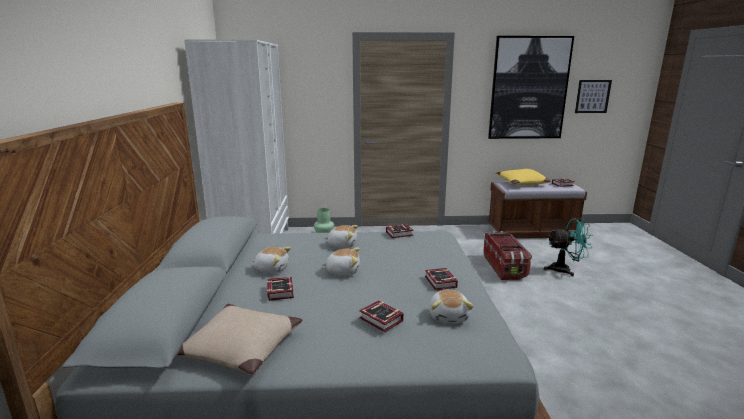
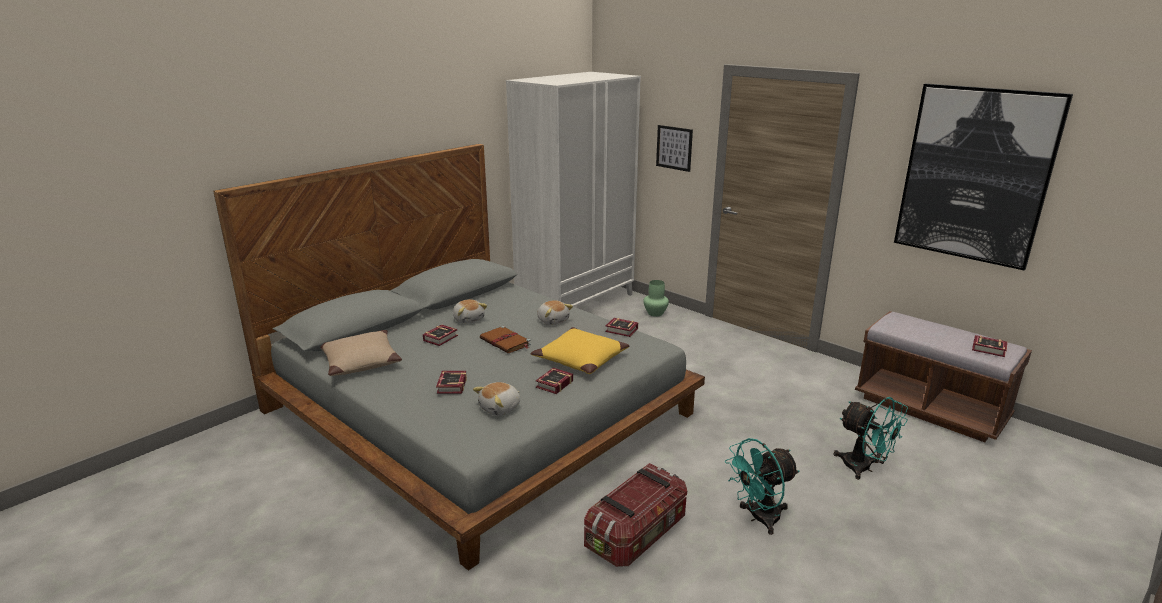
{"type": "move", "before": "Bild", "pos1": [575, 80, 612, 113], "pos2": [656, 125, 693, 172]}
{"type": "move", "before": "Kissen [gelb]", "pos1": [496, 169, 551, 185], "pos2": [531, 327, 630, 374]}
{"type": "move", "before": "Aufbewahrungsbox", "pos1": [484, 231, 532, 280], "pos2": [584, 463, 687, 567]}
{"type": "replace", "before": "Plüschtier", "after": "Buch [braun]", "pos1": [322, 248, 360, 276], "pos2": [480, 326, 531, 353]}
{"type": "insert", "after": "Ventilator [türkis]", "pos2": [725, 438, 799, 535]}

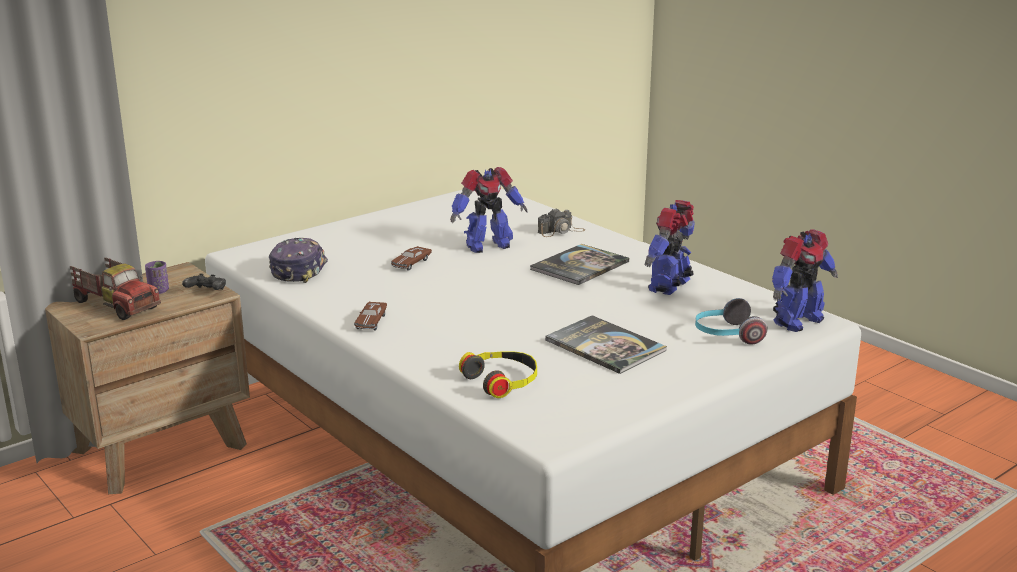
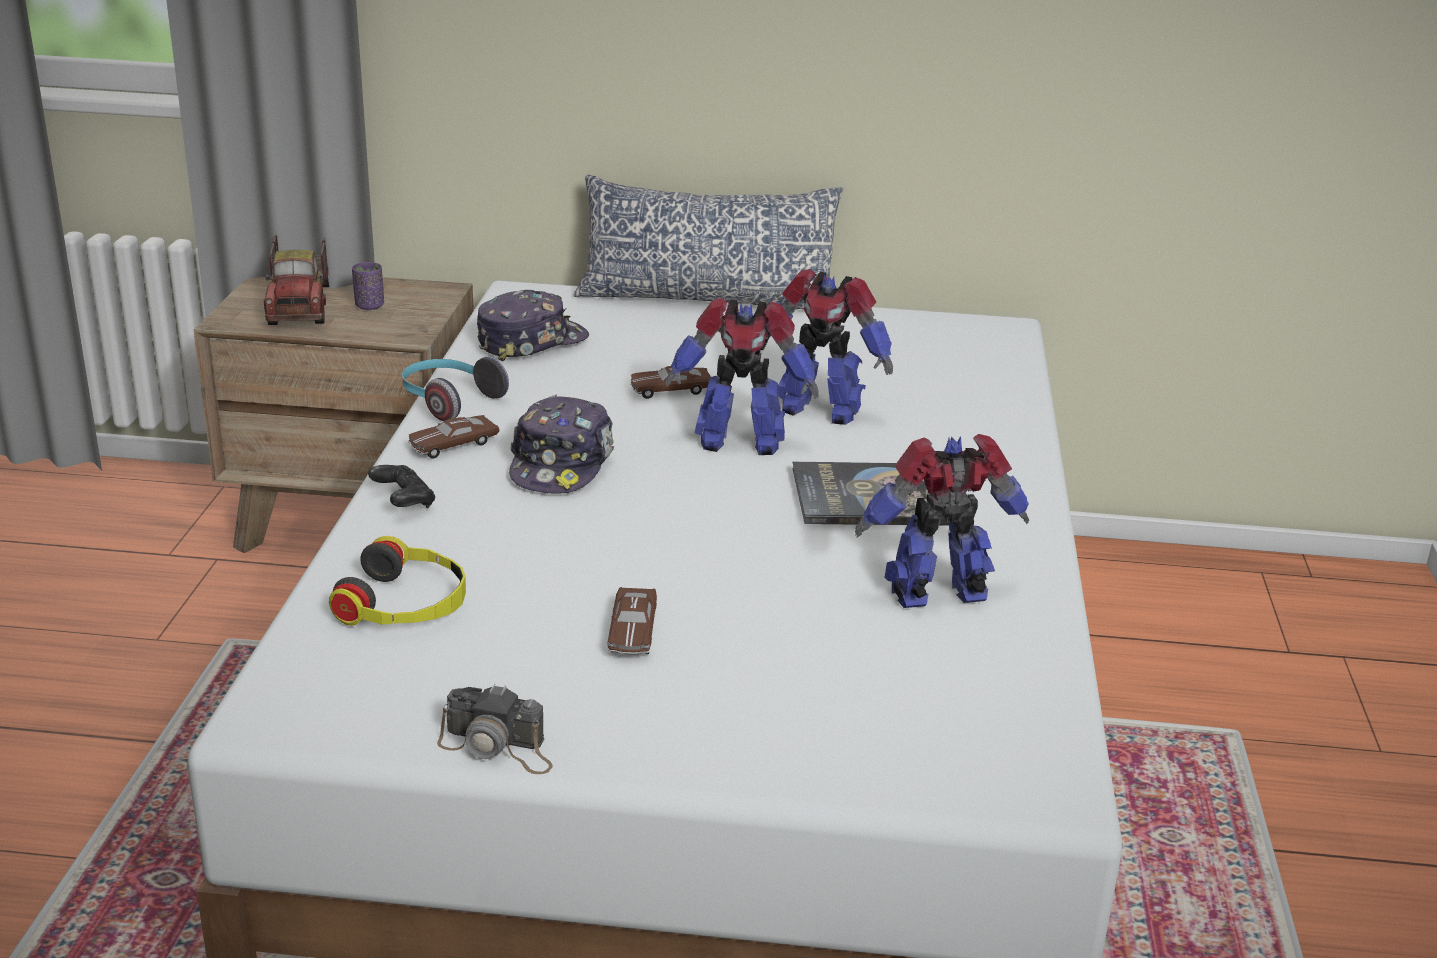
{"type": "move", "before": "Kamera", "pos1": [538, 208, 585, 237], "pos2": [437, 684, 553, 774]}
{"type": "move", "before": "Spielzeugroboter", "pos1": [772, 230, 838, 332], "pos2": [665, 298, 819, 455]}
{"type": "move", "before": "Gamepad [schwarz]", "pos1": [182, 273, 226, 290], "pos2": [368, 465, 435, 508]}
{"type": "move", "before": "Kopfhörer", "pos1": [695, 298, 768, 345], "pos2": [402, 357, 509, 421]}
{"type": "replace", "before": "Buch", "after": "Spielzeugauto [braun]", "pos1": [545, 315, 667, 374], "pos2": [608, 587, 657, 654]}
{"type": "insert", "after": "Kissen", "pos2": [574, 175, 843, 309]}
{"type": "insert", "after": "Kappe", "pos2": [509, 394, 614, 494]}

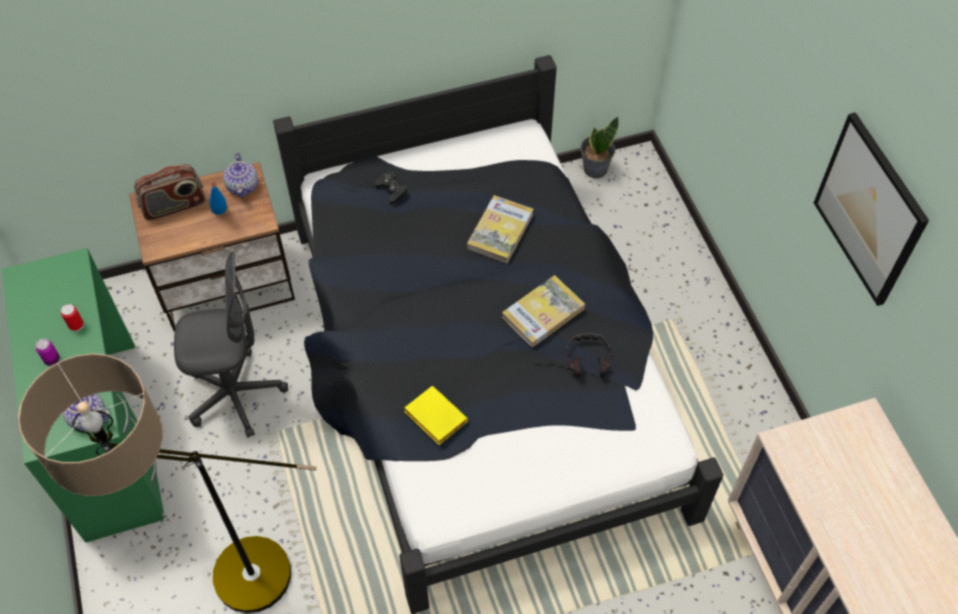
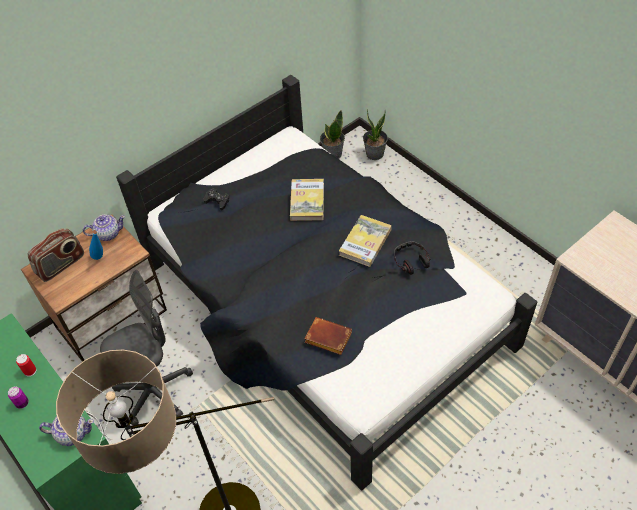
{"type": "delete", "before": "Bild", "pos1": [814, 112, 929, 306]}
{"type": "rotate", "before": "Teekanne", "pos1": [223, 153, 258, 198], "pos2": [83, 215, 125, 241], "turn": -75}
{"type": "recolor", "before": "Buch [gelb]", "after": "Buch [braun]", "pos1": [404, 386, 468, 445], "pos2": [304, 317, 352, 355]}
{"type": "insert", "after": "Topfpflanze", "pos2": [363, 109, 388, 160]}

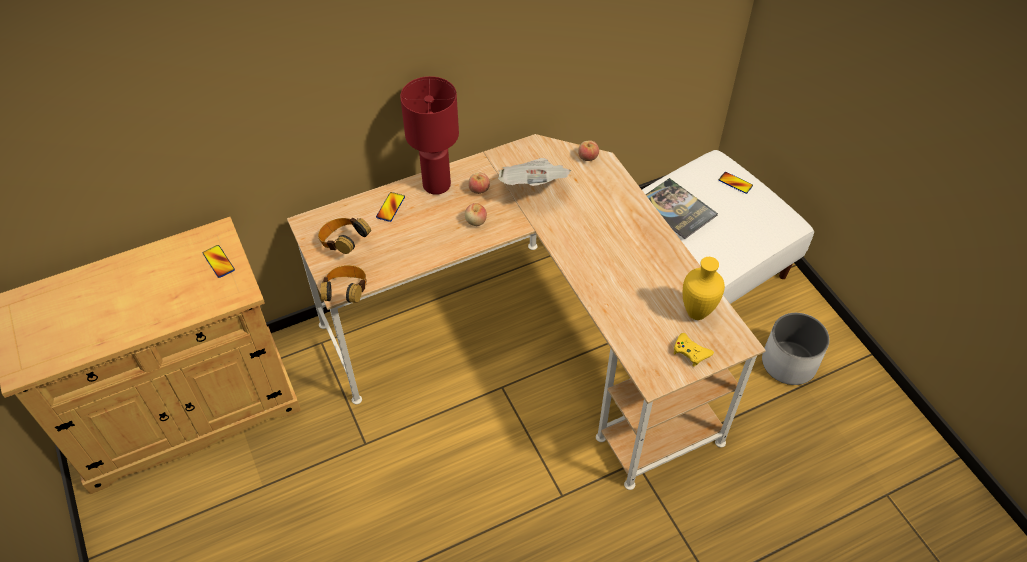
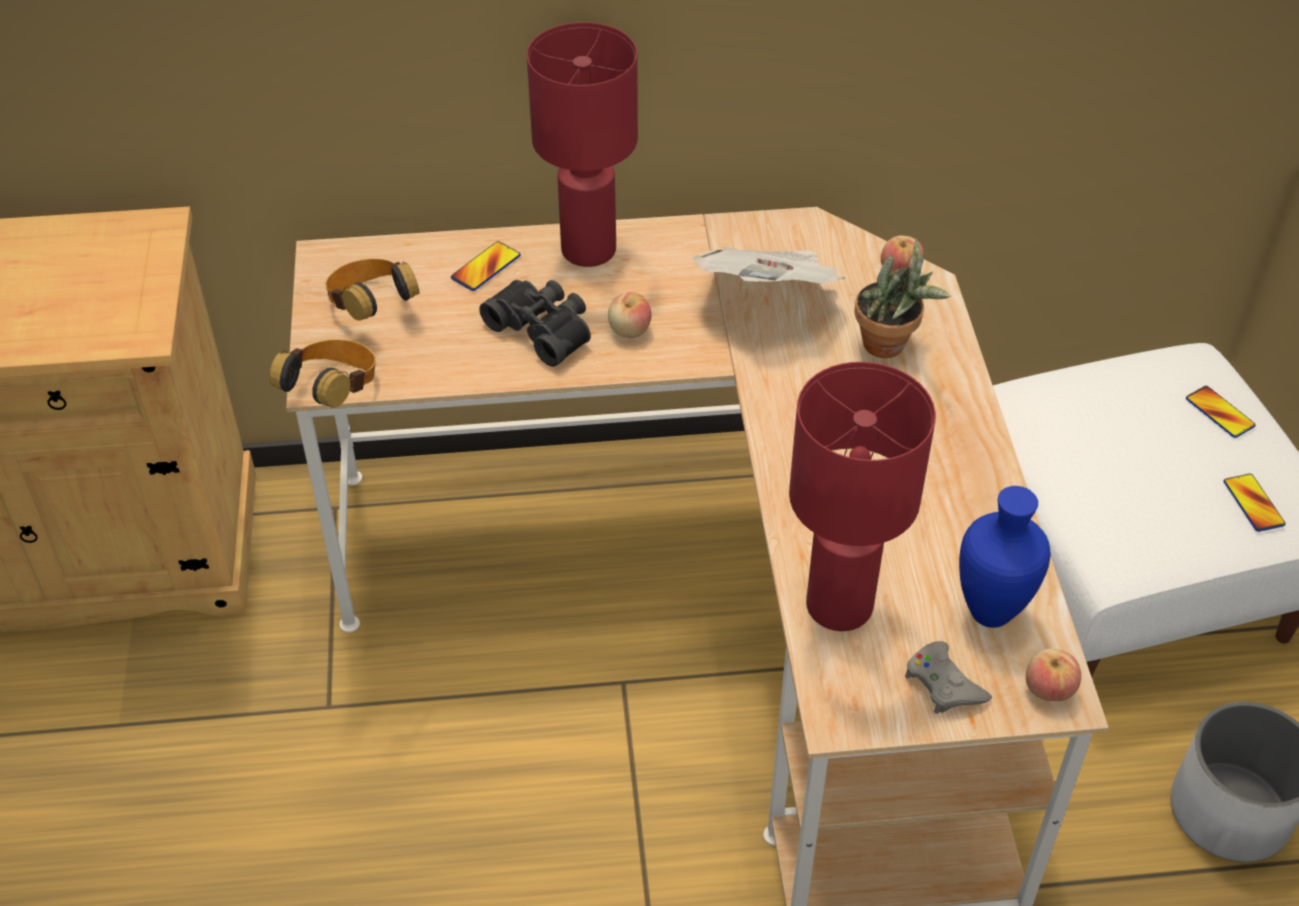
{"type": "move", "before": "Apfel", "pos1": [468, 173, 490, 194], "pos2": [1026, 649, 1081, 701]}
{"type": "delete", "before": "Buch", "pos1": [645, 178, 718, 239]}
{"type": "move", "before": "Handy", "pos1": [203, 245, 235, 278], "pos2": [1223, 474, 1286, 532]}
{"type": "recolor", "before": "Vase [gelb]", "after": "Vase [blau]", "pos1": [683, 257, 725, 320], "pos2": [959, 486, 1051, 628]}
{"type": "recolor", "before": "Gamepad [gelb]", "after": "Gamepad [grau]", "pos1": [674, 333, 714, 367], "pos2": [905, 641, 992, 714]}
{"type": "insert", "after": "Topfpflanze", "pos2": [855, 238, 950, 358]}
{"type": "insert", "after": "Fernglas [schwarz]", "pos2": [479, 280, 591, 367]}
{"type": "insert", "after": "Tischlampe [rot]", "pos2": [789, 362, 936, 631]}

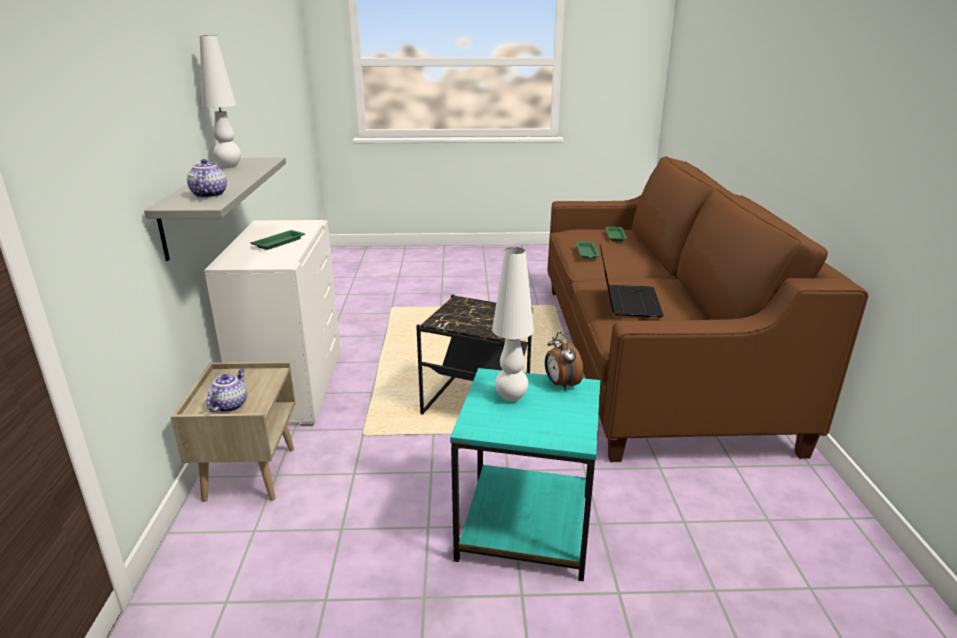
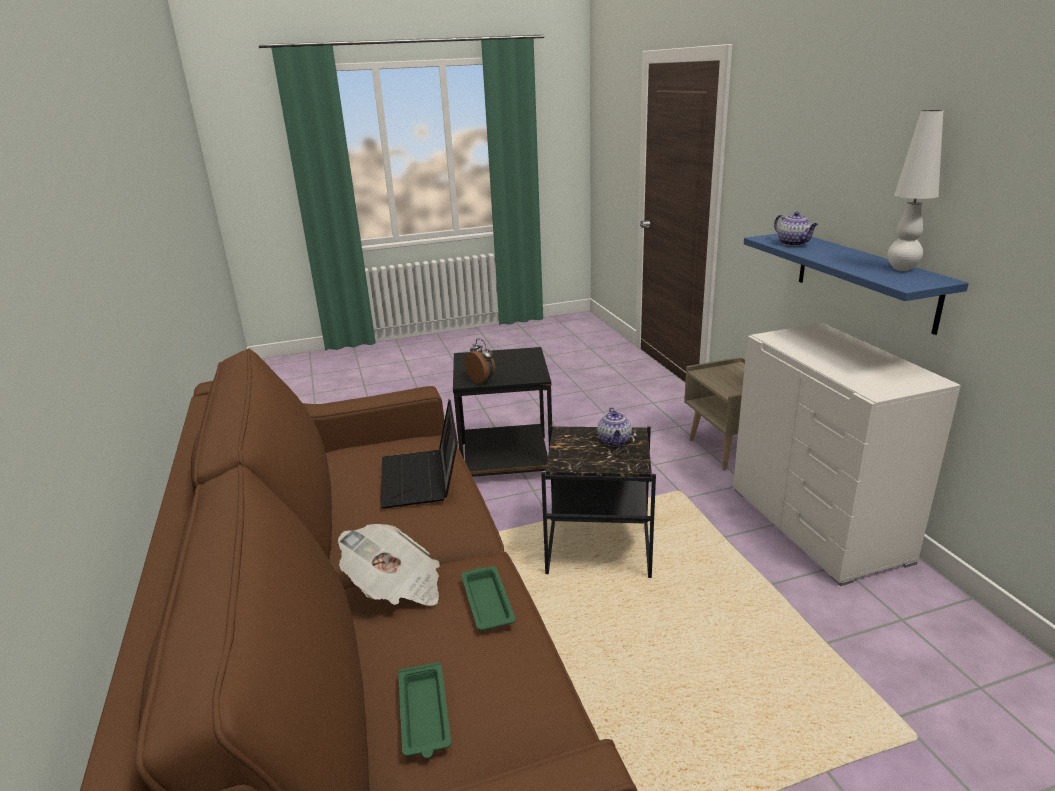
{"type": "recolor", "before": "Wandregal [grau]", "after": "Wandregal [blau]", "pos1": [144, 157, 286, 261], "pos2": [744, 234, 969, 335]}
{"type": "delete", "before": "Tablett [grün]", "pos1": [250, 230, 305, 250]}
{"type": "delete", "before": "Tischlampe [weiß]", "pos1": [492, 247, 534, 402]}
{"type": "recolor", "before": "Beistelltisch [türkis]", "after": "Beistelltisch [schwarz]", "pos1": [450, 368, 600, 581], "pos2": [453, 347, 552, 477]}
{"type": "move", "before": "Teekanne", "pos1": [206, 369, 247, 412], "pos2": [597, 407, 632, 447]}
{"type": "insert", "after": "Zeitung", "pos2": [338, 524, 440, 606]}

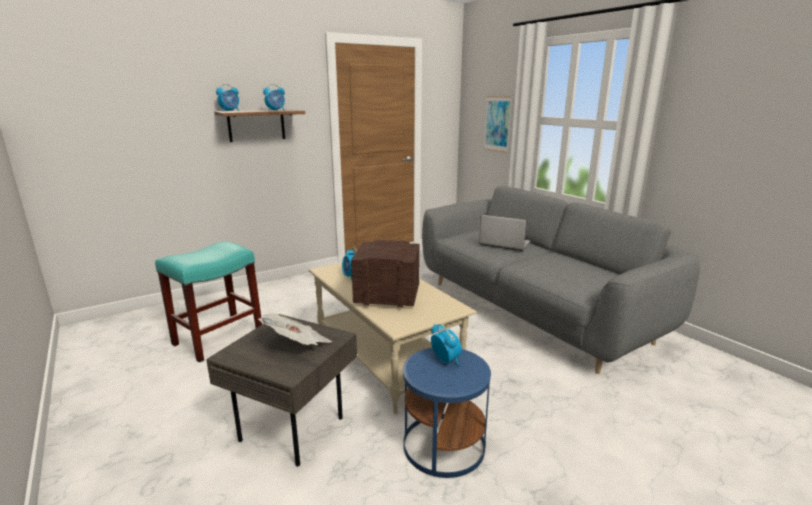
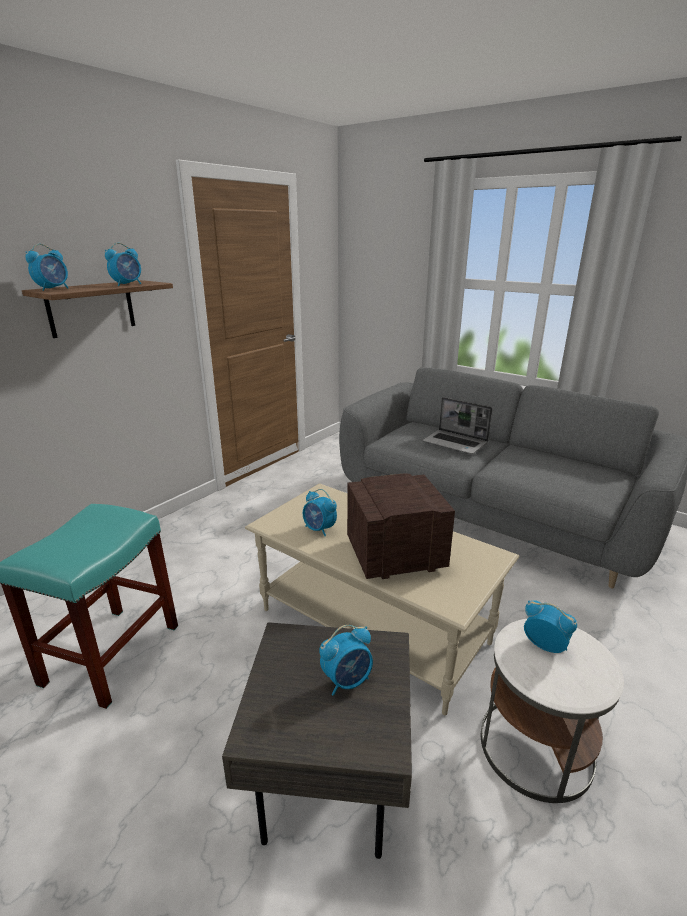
{"type": "delete", "before": "Bild", "pos1": [483, 96, 512, 153]}
{"type": "rotate", "before": "Laptop", "pos1": [479, 214, 530, 251], "pos2": [422, 397, 492, 454], "turn": -150}
{"type": "replace", "before": "Zeitung", "after": "Wecker", "pos1": [258, 314, 332, 345], "pos2": [319, 625, 373, 696]}
{"type": "recolor", "before": "Beistelltisch [blau]", "after": "Beistelltisch [weiß]", "pos1": [403, 347, 491, 478], "pos2": [481, 618, 624, 803]}

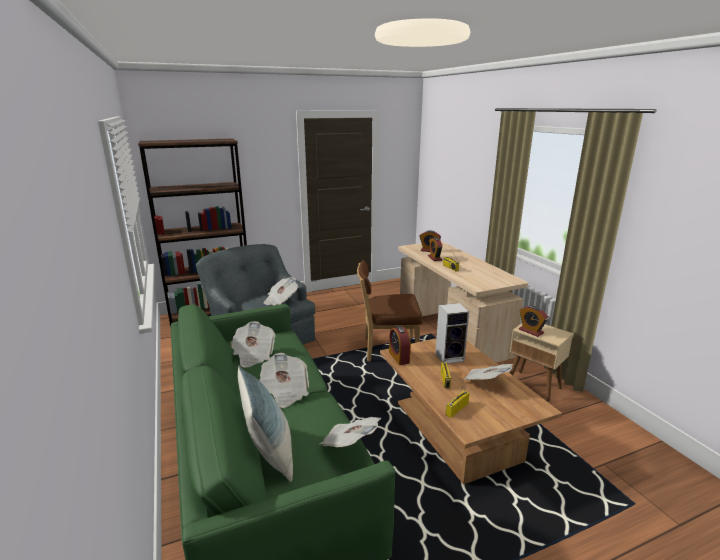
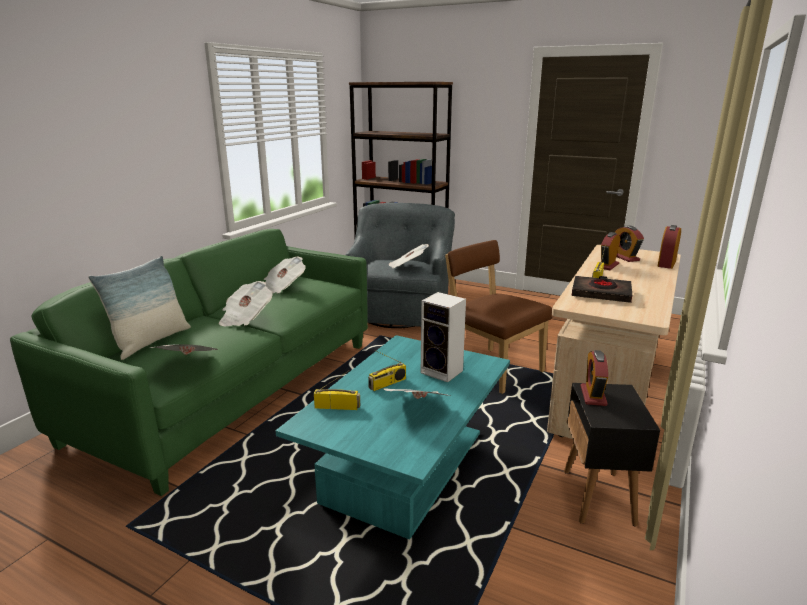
{"type": "recolor", "before": "Beistelltisch [beige]", "after": "Beistelltisch [schwarz]", "pos1": [510, 323, 573, 401], "pos2": [564, 383, 660, 527]}
{"type": "move", "before": "Wecker", "pos1": [389, 326, 411, 365], "pos2": [657, 225, 681, 269]}
{"type": "recolor", "before": "Couchtisch [braun]", "after": "Couchtisch [türkis]", "pos1": [380, 338, 562, 484], "pos2": [276, 335, 510, 540]}
{"type": "insert", "after": "Buch [schwarz]", "pos2": [572, 276, 632, 303]}

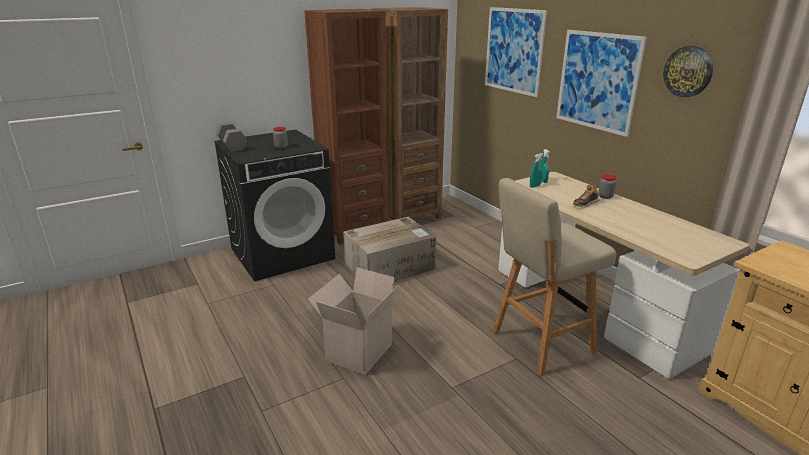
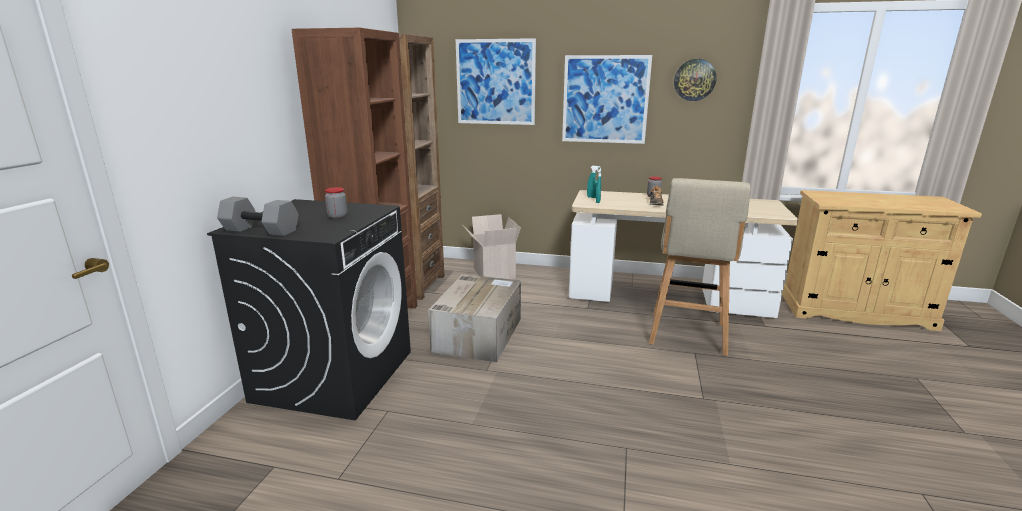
{"type": "move", "before": "Karton", "pos1": [308, 267, 398, 375], "pos2": [462, 214, 521, 279]}

